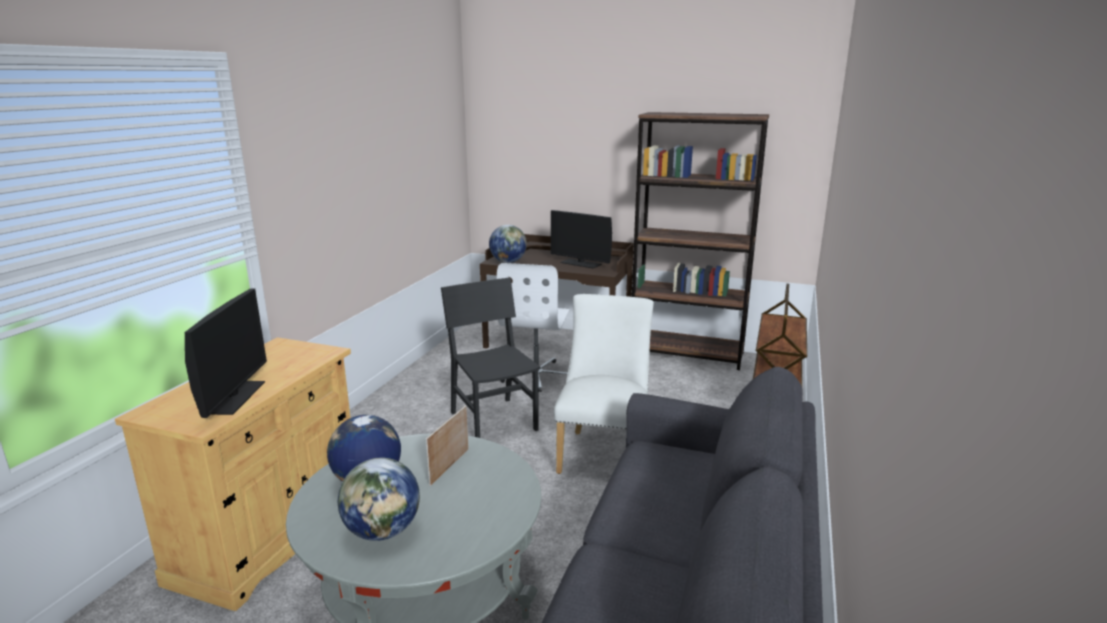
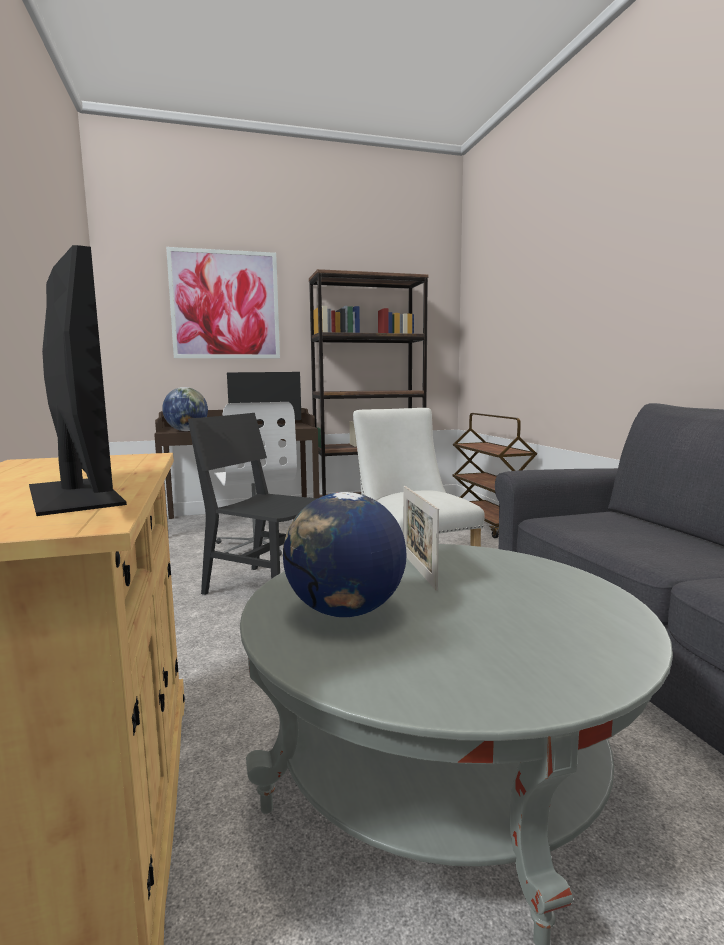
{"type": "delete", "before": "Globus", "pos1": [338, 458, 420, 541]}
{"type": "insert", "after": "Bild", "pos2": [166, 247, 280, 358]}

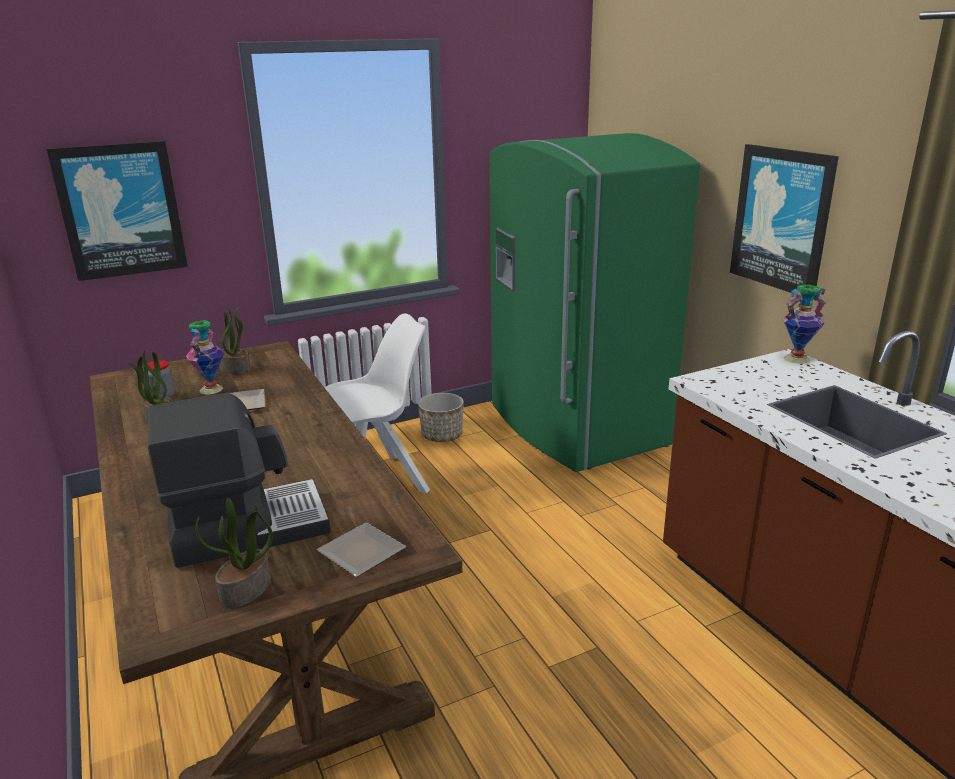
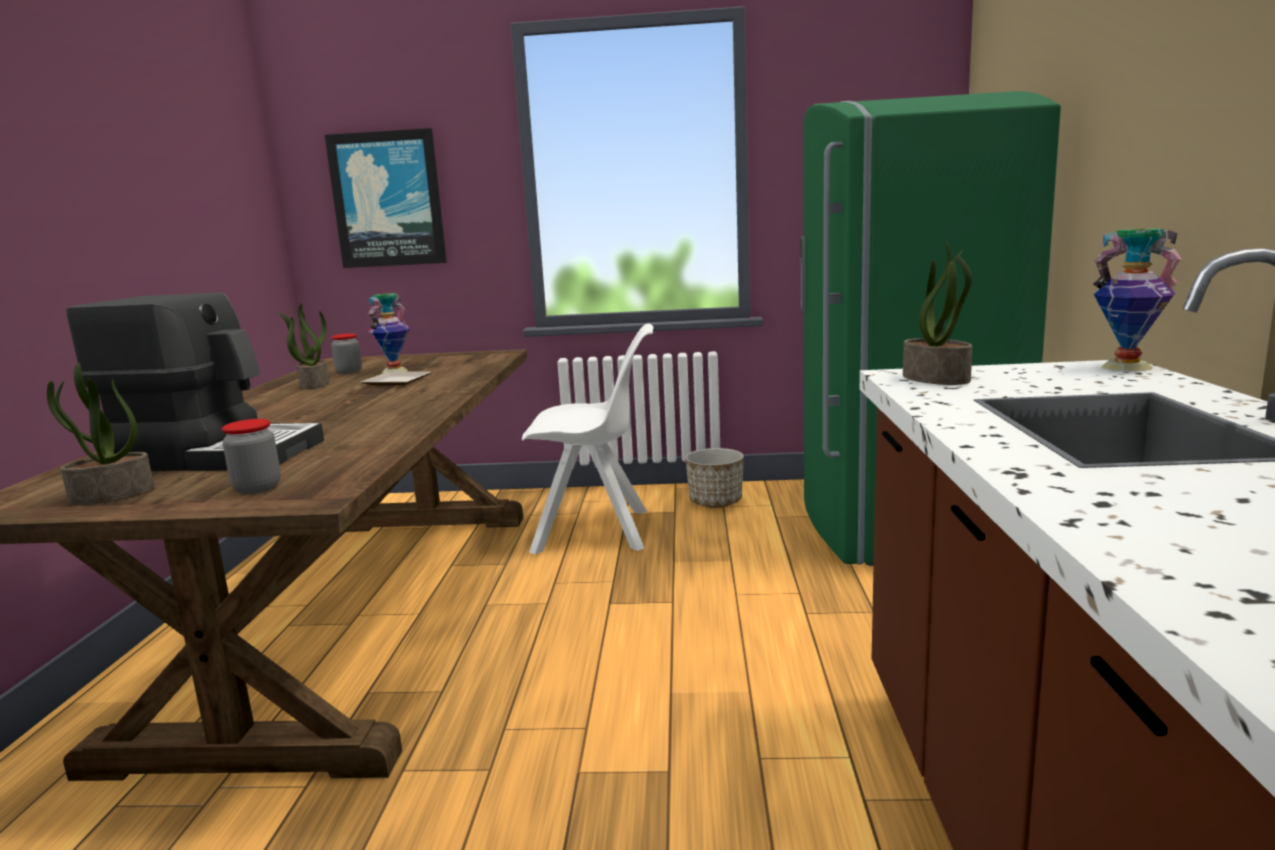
{"type": "delete", "before": "Bild", "pos1": [730, 144, 839, 293]}
{"type": "move", "before": "Topfpflanze", "pos1": [220, 307, 251, 374], "pos2": [903, 241, 973, 385]}
{"type": "replace", "before": "Teller", "after": "Vorratsglas", "pos1": [316, 522, 406, 577], "pos2": [222, 419, 281, 494]}

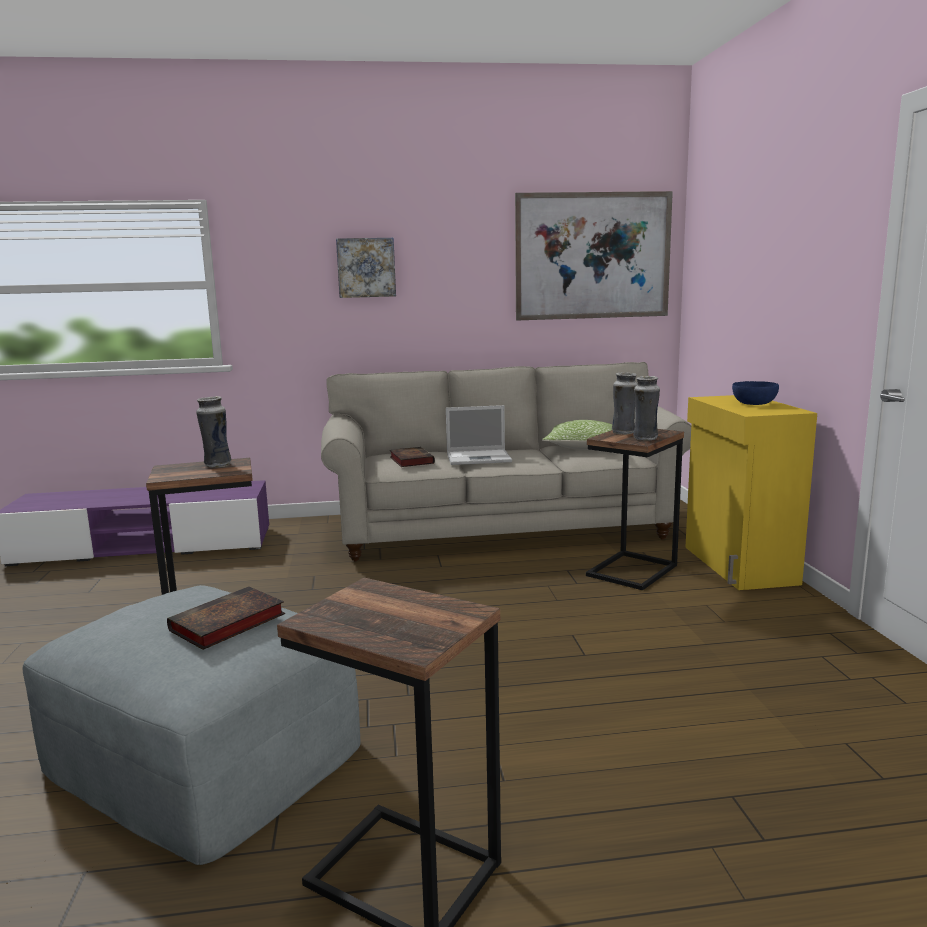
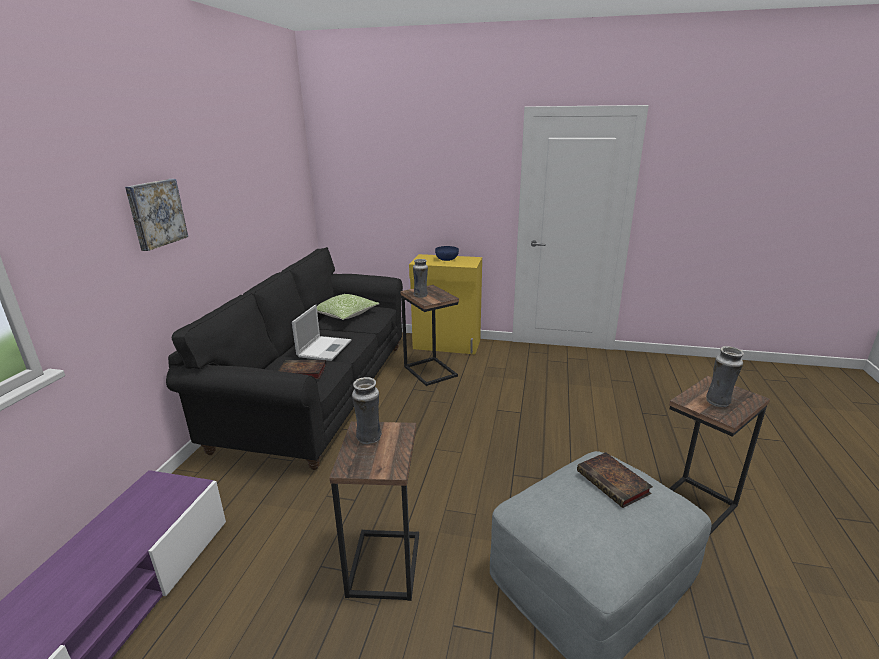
{"type": "delete", "before": "Bild", "pos1": [515, 191, 673, 320]}
{"type": "recolor", "before": "Sofa [beige]", "after": "Sofa [schwarz]", "pos1": [321, 362, 691, 561], "pos2": [166, 247, 403, 470]}
{"type": "move", "before": "Vase", "pos1": [633, 376, 660, 441], "pos2": [706, 346, 744, 407]}

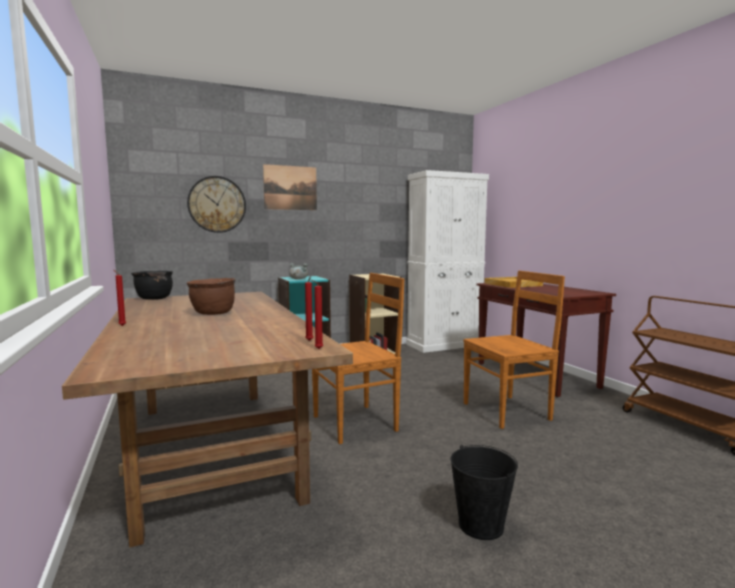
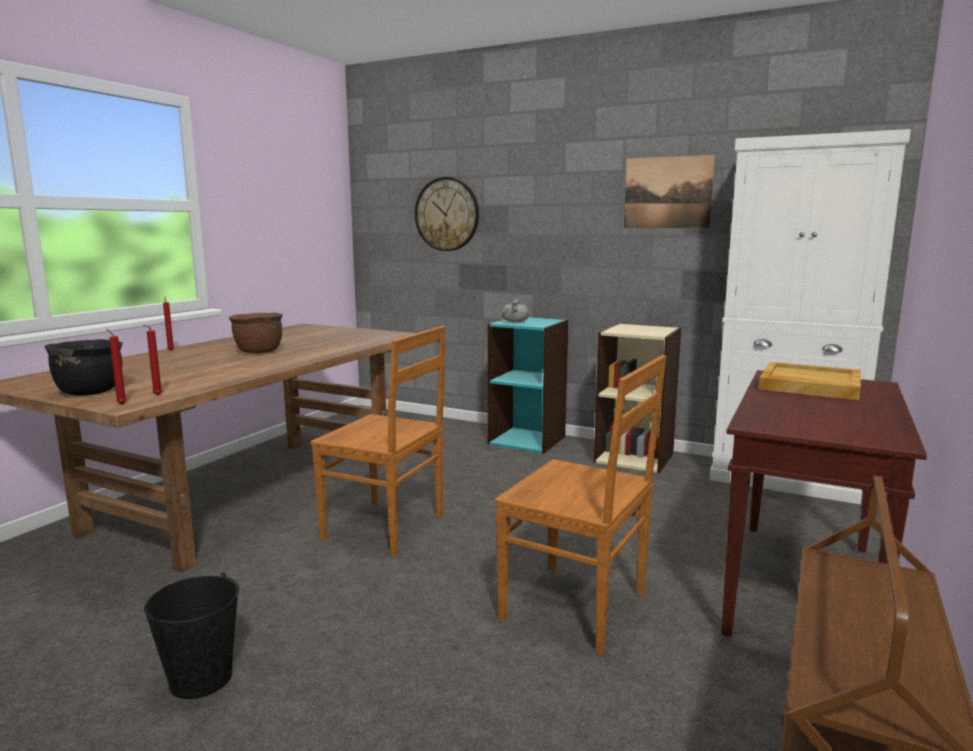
{"type": "move", "before": "Bild", "pos1": [263, 164, 317, 210], "pos2": [624, 155, 715, 228]}
{"type": "move", "before": "Kochtopf [schwarz]", "pos1": [131, 271, 173, 300], "pos2": [44, 339, 123, 396]}

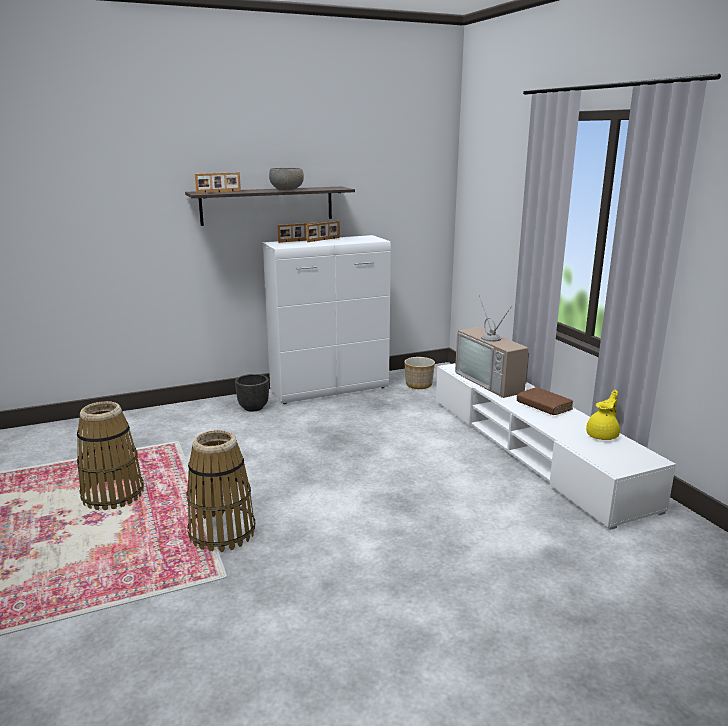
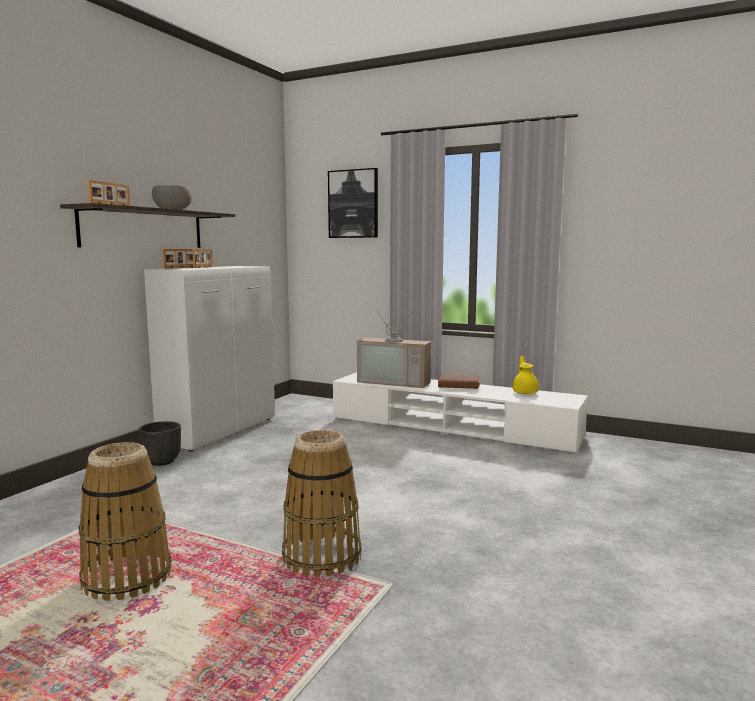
{"type": "delete", "before": "Pflanzkübel", "pos1": [404, 357, 435, 389]}
{"type": "insert", "after": "Bild", "pos2": [328, 168, 378, 238]}

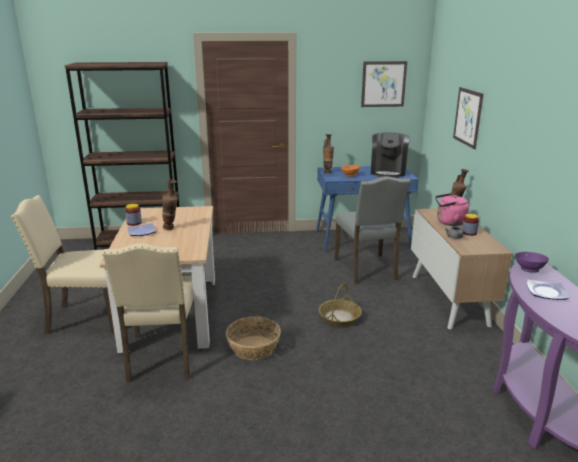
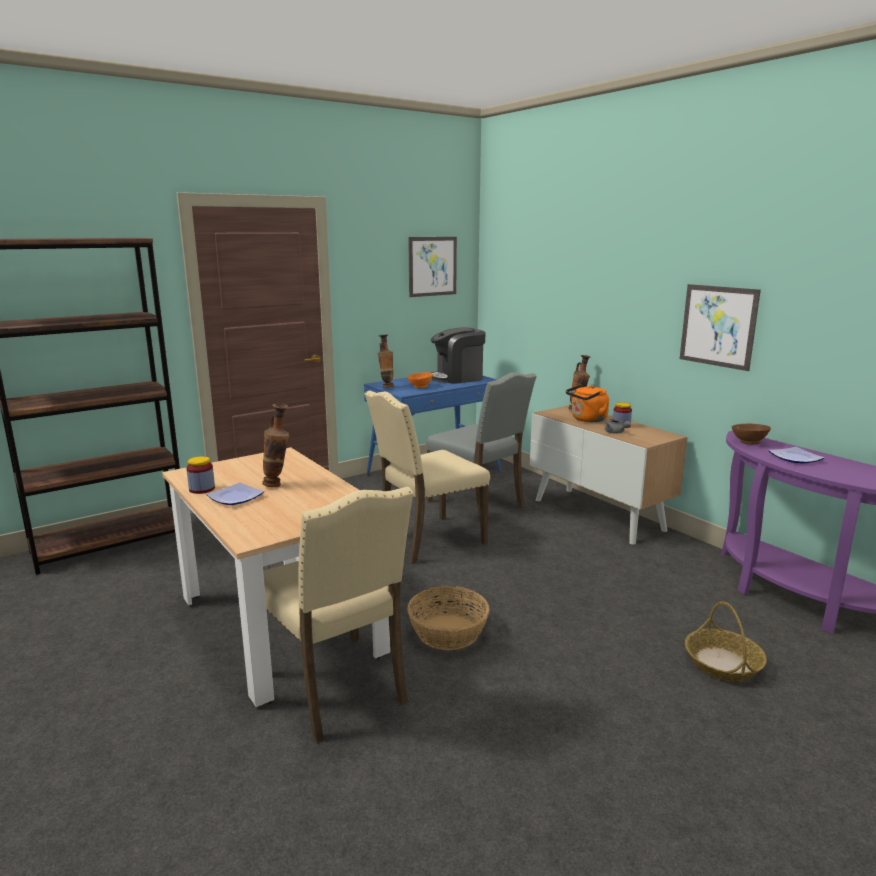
{"type": "move", "before": "Bild", "pos1": [453, 87, 483, 149], "pos2": [680, 284, 761, 371]}
{"type": "rotate", "before": "Kaffeemaschine", "pos1": [371, 132, 410, 178], "pos2": [431, 328, 485, 384], "turn": 90}
{"type": "recolor", "before": "Wasserkessel [rosa]", "after": "Wasserkessel [orange]", "pos1": [435, 193, 469, 226], "pos2": [566, 384, 609, 422]}
{"type": "move", "before": "Stuhl [beige]", "pos1": [11, 195, 115, 334], "pos2": [365, 390, 490, 564]}
{"type": "recolor", "before": "Schüssel [lila]", "after": "Schüssel [braun]", "pos1": [515, 252, 549, 273], "pos2": [732, 424, 771, 444]}
{"type": "move", "before": "Korb", "pos1": [319, 284, 362, 327], "pos2": [685, 601, 767, 681]}

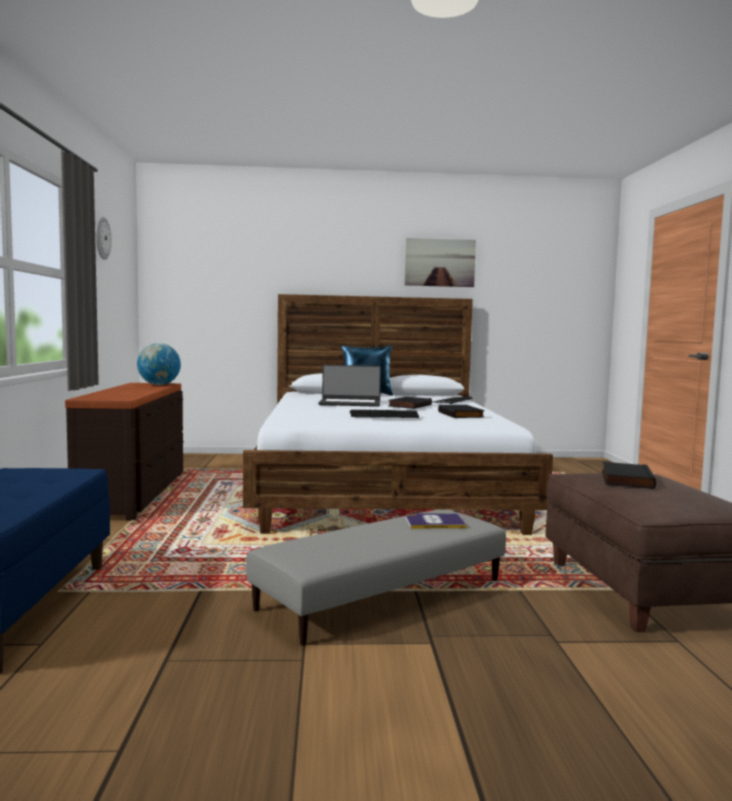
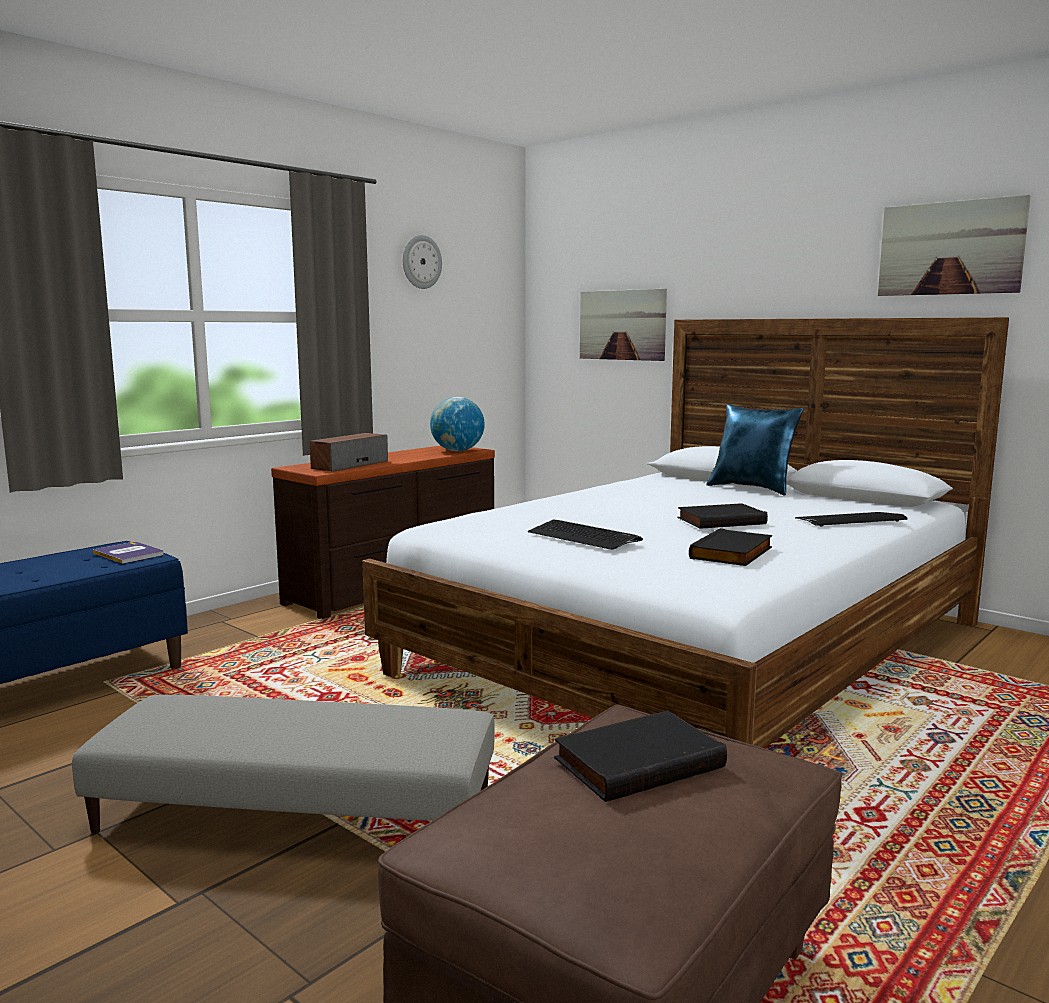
{"type": "delete", "before": "Laptop", "pos1": [319, 365, 381, 407]}
{"type": "move", "before": "Buch", "pos1": [405, 513, 467, 529], "pos2": [93, 542, 164, 564]}
{"type": "insert", "after": "Bild", "pos2": [580, 289, 667, 361]}
{"type": "insert", "after": "Lautsprecher", "pos2": [310, 433, 388, 472]}

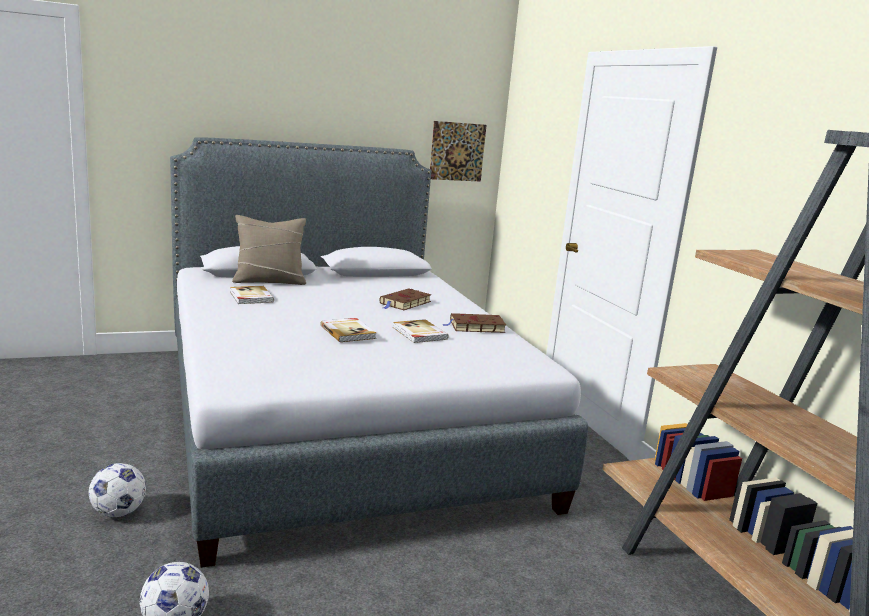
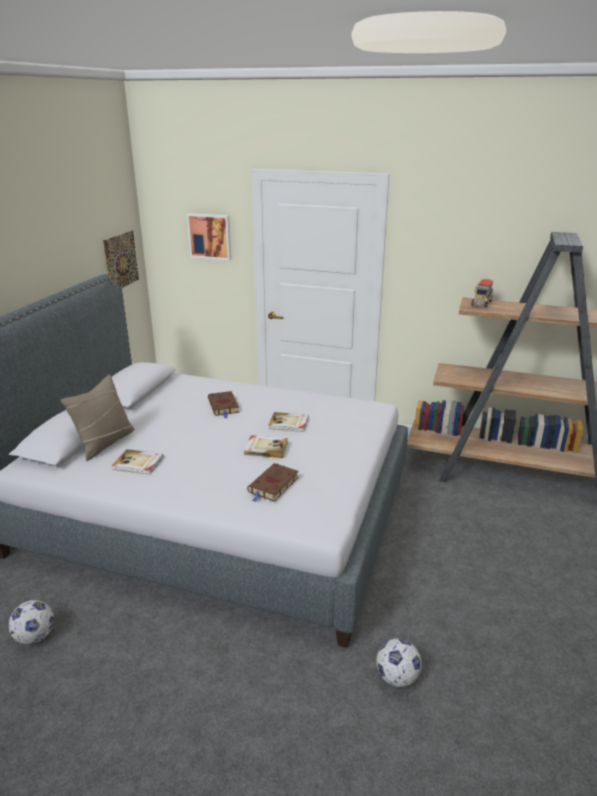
{"type": "move", "before": "Buch [braun]", "pos1": [442, 313, 506, 333], "pos2": [247, 463, 299, 502]}
{"type": "move", "before": "Fußball", "pos1": [89, 463, 146, 517], "pos2": [9, 600, 54, 644]}
{"type": "insert", "after": "Bild", "pos2": [187, 213, 231, 260]}
{"type": "insert", "after": "Spielzeuglaster", "pos2": [471, 279, 494, 308]}

